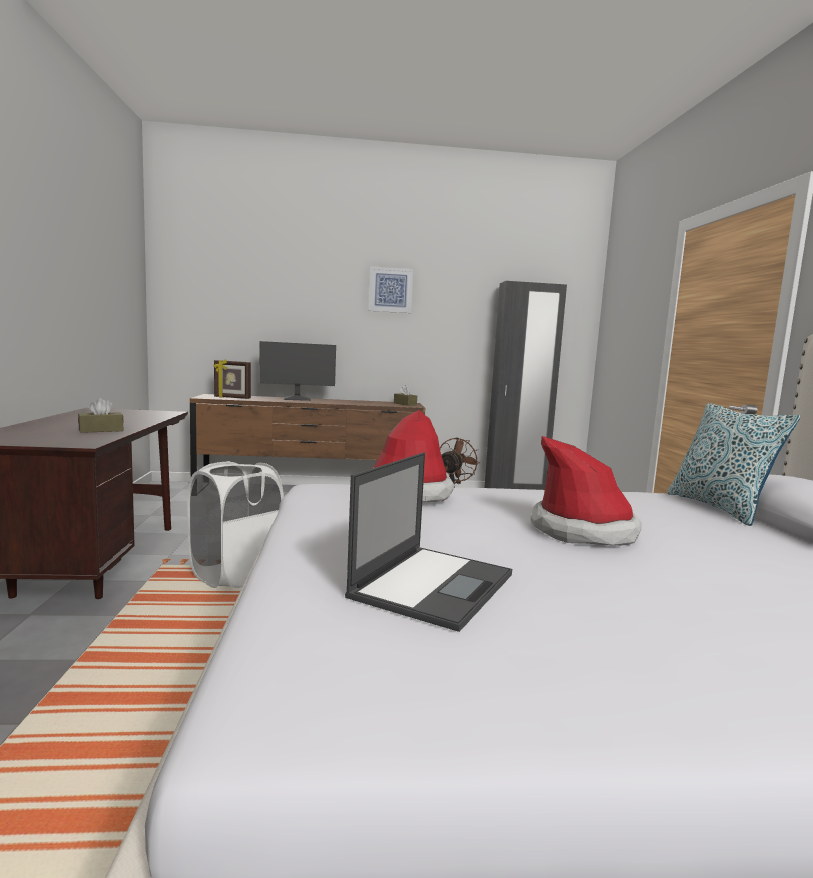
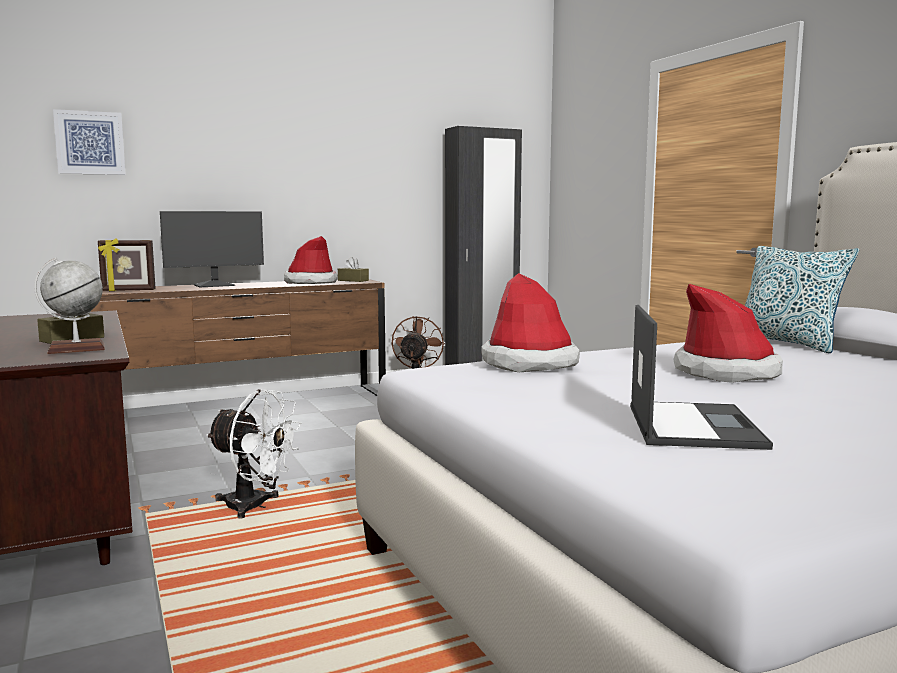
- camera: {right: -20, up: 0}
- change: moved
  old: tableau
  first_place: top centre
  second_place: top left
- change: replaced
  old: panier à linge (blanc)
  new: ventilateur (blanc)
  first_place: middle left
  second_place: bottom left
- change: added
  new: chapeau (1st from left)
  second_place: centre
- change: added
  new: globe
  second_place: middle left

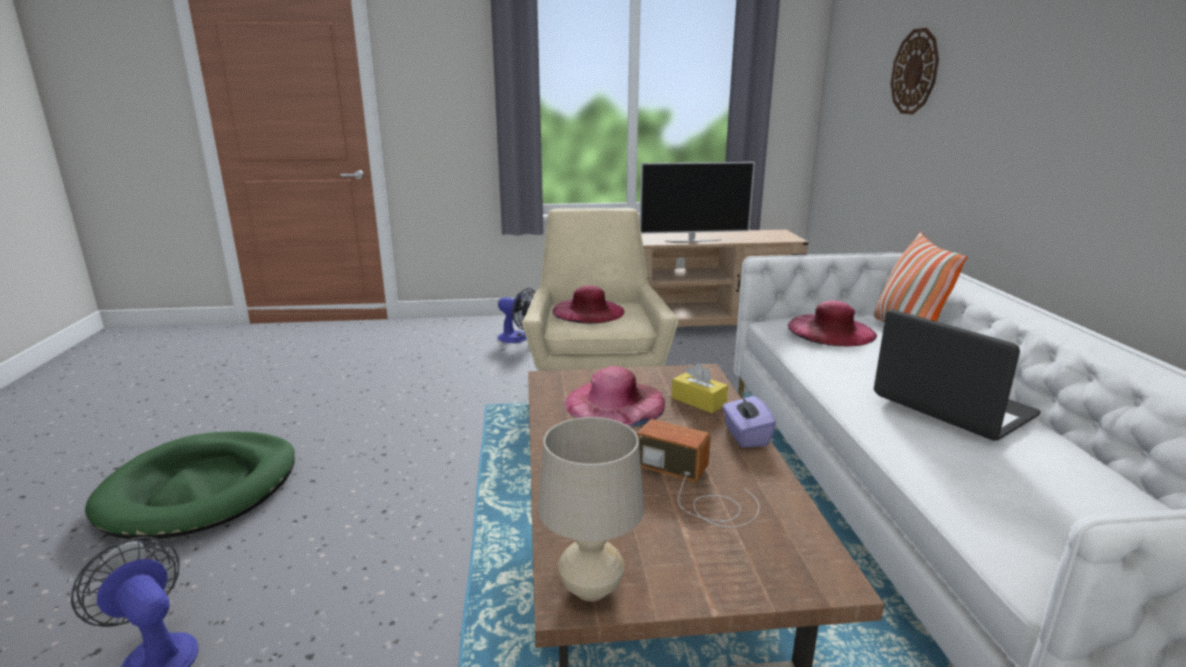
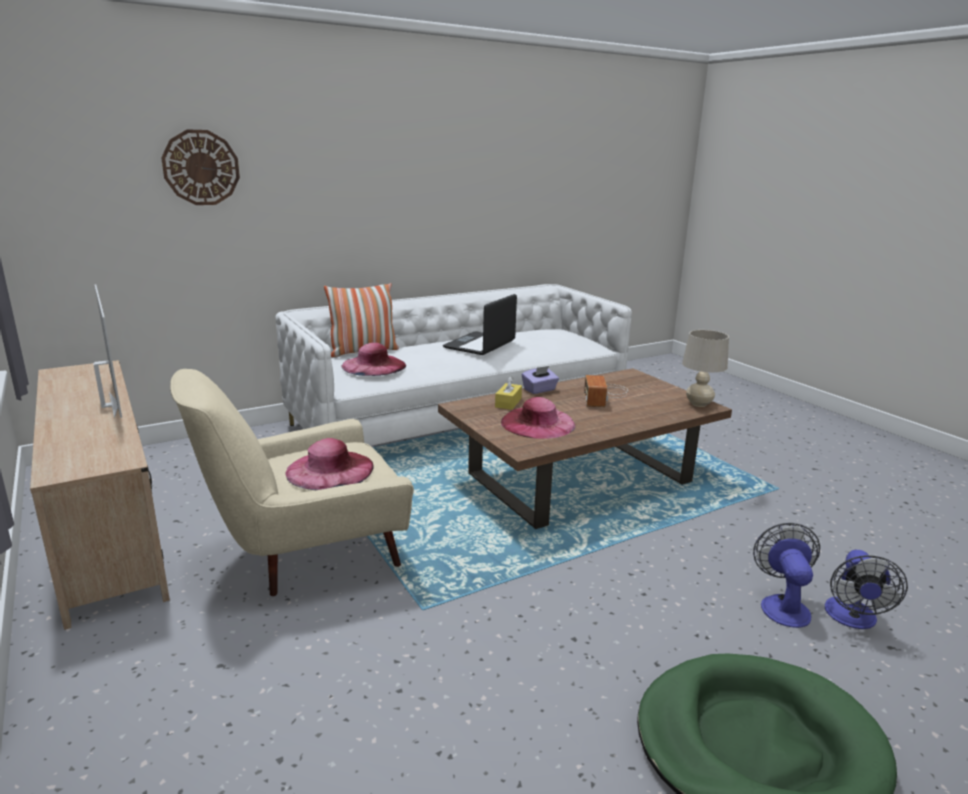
- camera: {right: -115, up: 0}
- change: moved
  old: ventilateur (2nd from left in the first image)
  new: ventilateur (1st from left)
  first_place: centre
  second_place: bottom right

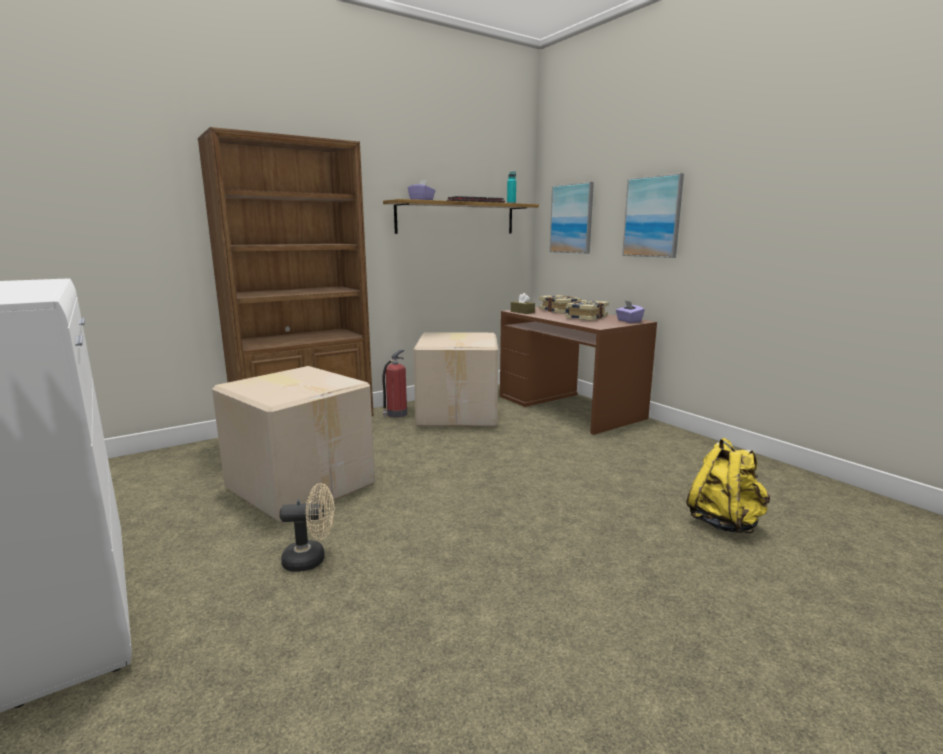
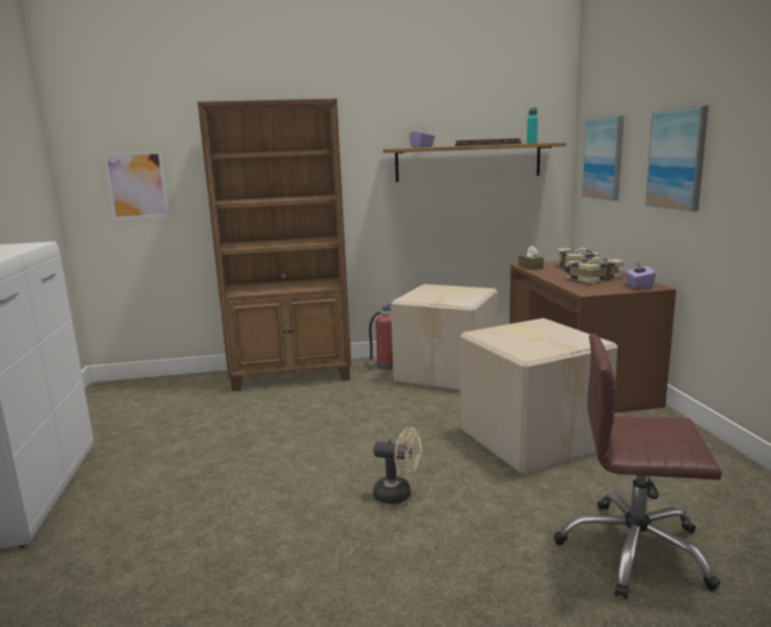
- camera: {right: 25, up: 0}
- change: moved
  old: carton (1st from left in the first image)
  new: carton (2nd from left)
  first_place: middle left
  second_place: middle right
- change: replaced
  old: sac à dos (jaune)
  new: chaise de bureau (marron)
  first_place: middle right
  second_place: bottom right
- change: moved
  old: ventilateur (beige)
  first_place: bottom left
  second_place: bottom centre
- change: added
  new: tableau (1st from left)
  second_place: top left

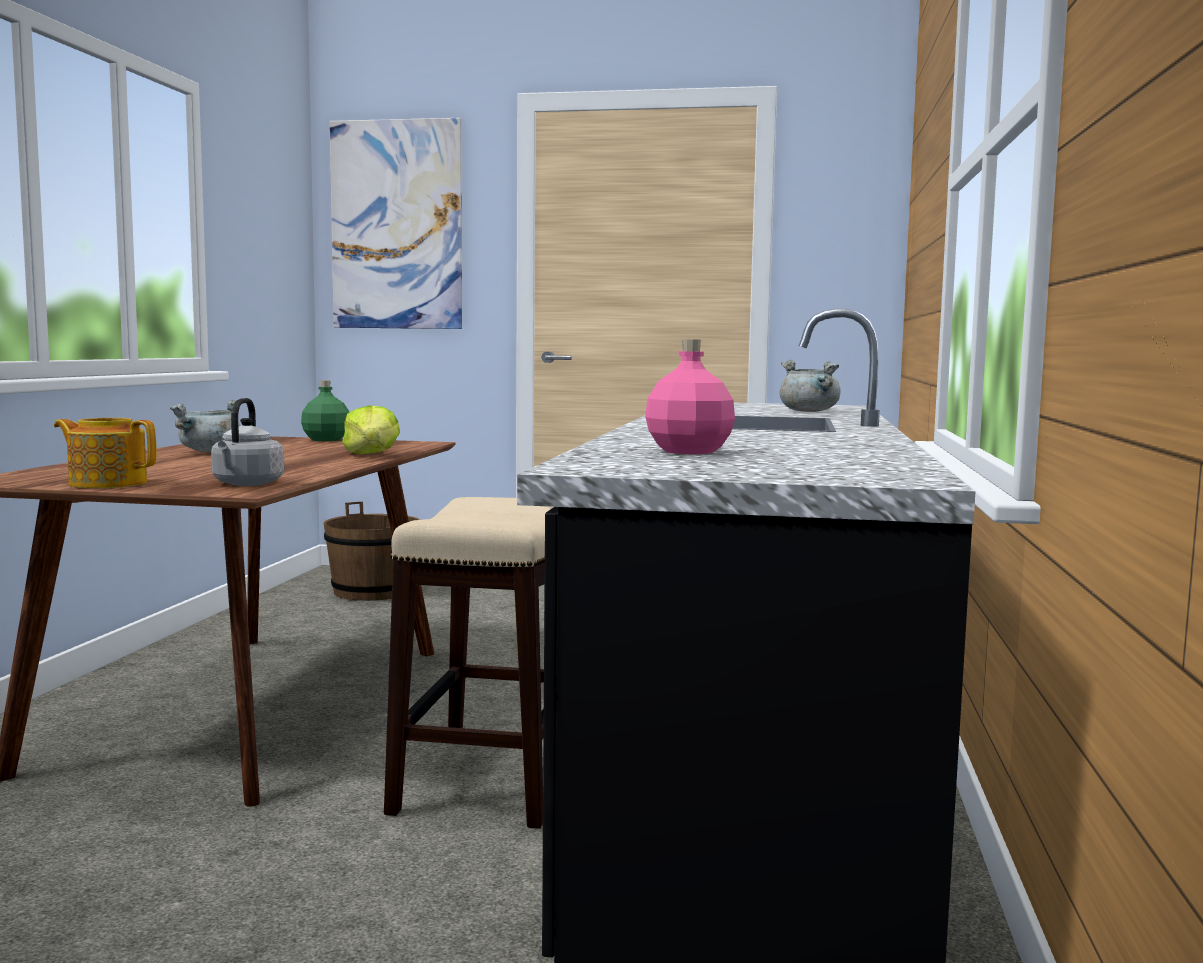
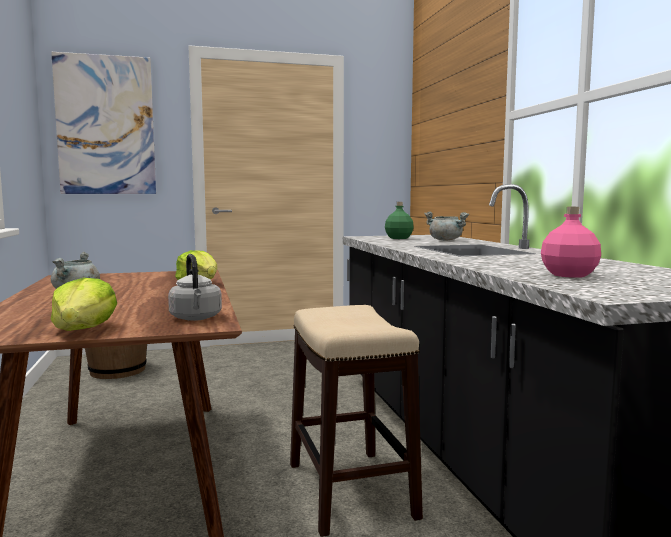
- camera: {right: -25, up: 0}
- change: moved
  old: bouteille (vert)
  first_place: middle left
  second_place: centre
- change: replaced
  old: théière
  new: laitue (1st from left)
  first_place: middle left
  second_place: middle left

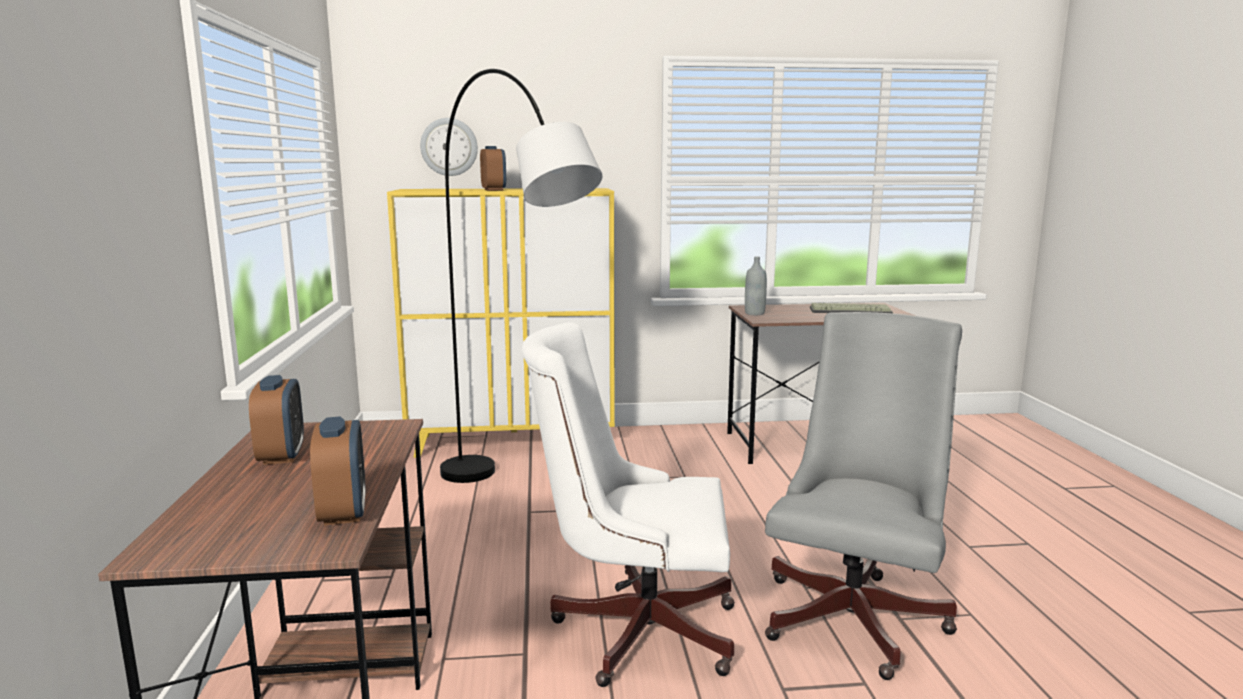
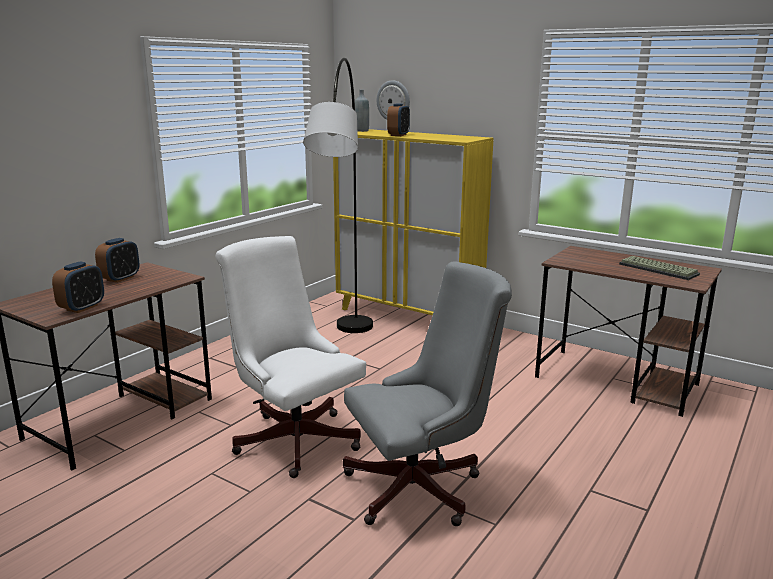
- camera: {right: 40, up: 5}
- change: moved
  old: bouteille (gris)
  first_place: centre
  second_place: top centre

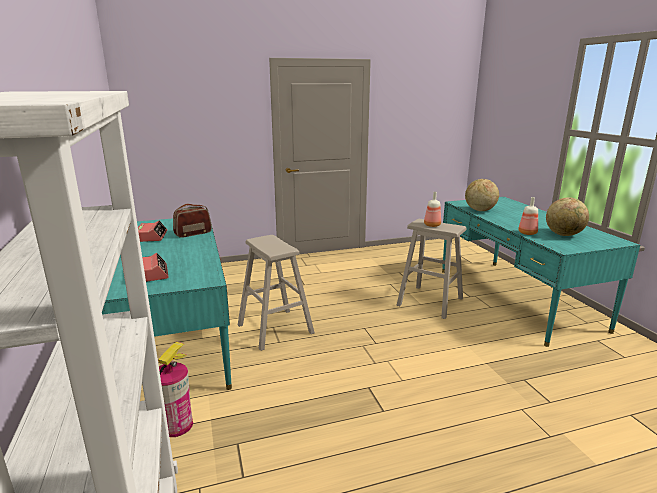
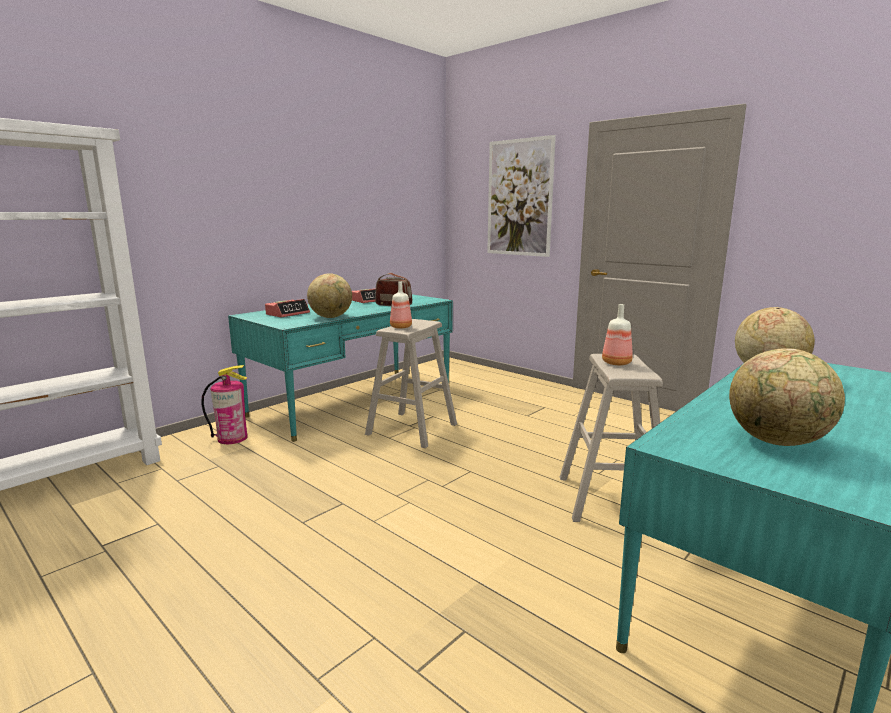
- camera: {right: 60, up: -5}
- change: moved
  old: bouteille (2nd from left in the first image)
  new: bouteille (1st from left)
  first_place: middle right
  second_place: centre
- change: added
  new: tableau
  second_place: top centre
- change: added
  new: globe (1st from left)
  second_place: centre

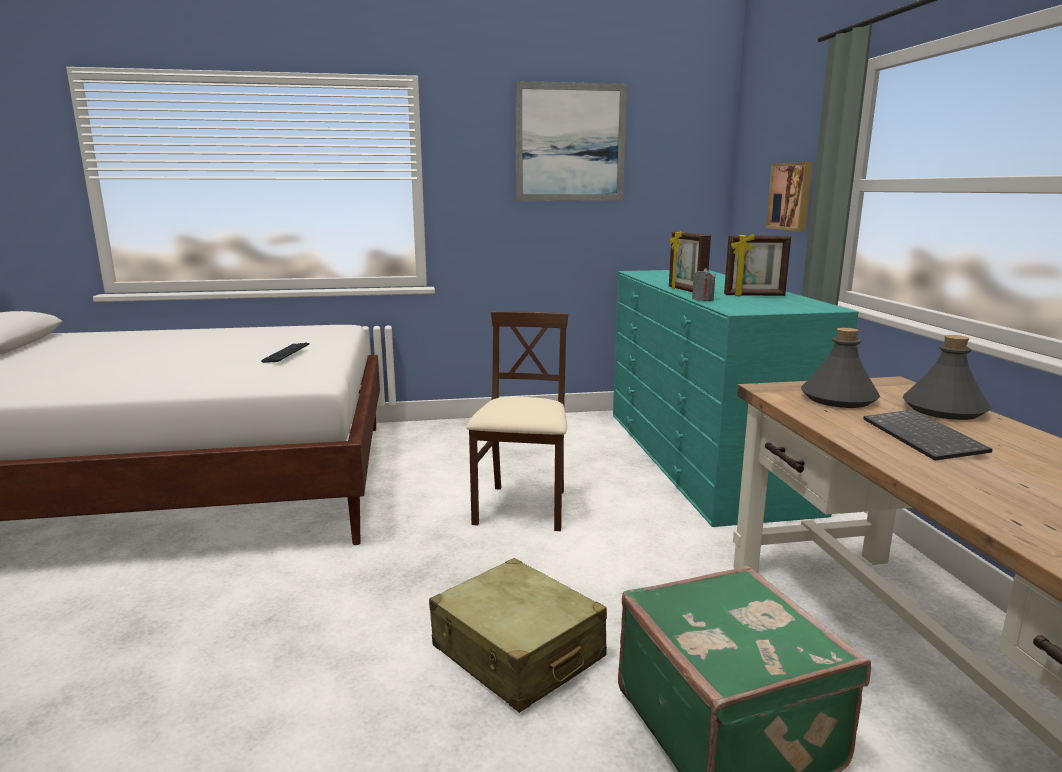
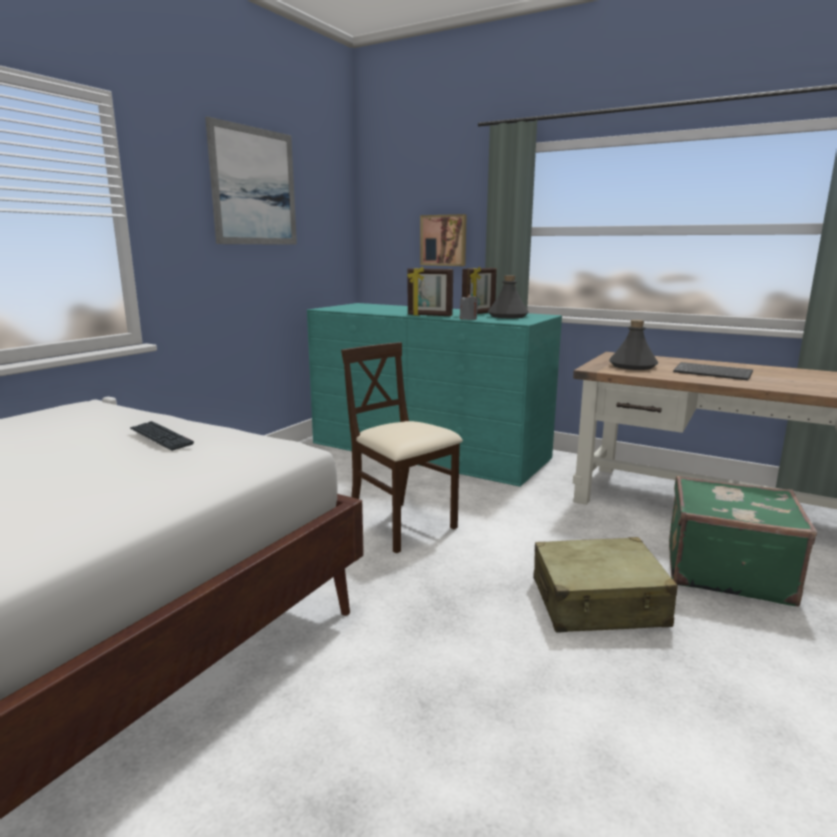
- camera: {right: -50, up: 0}
- change: moved
  old: bouteille (gris) (2nd from left in the first image)
  new: bouteille (gris) (1st from left)
  first_place: middle right
  second_place: centre

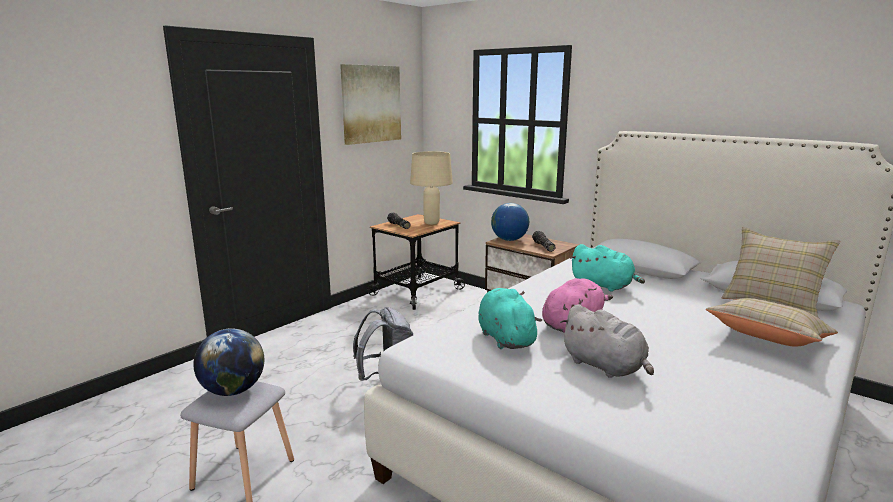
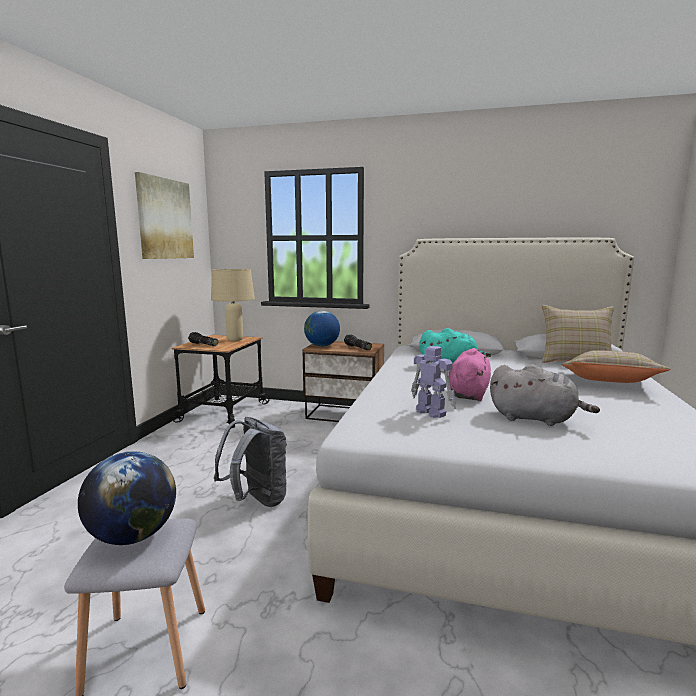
- camera: {right: -25, up: -5}
- change: replaced
  old: peluche (turquoise) (1st from left)
  new: robot jouet
  first_place: centre
  second_place: centre

